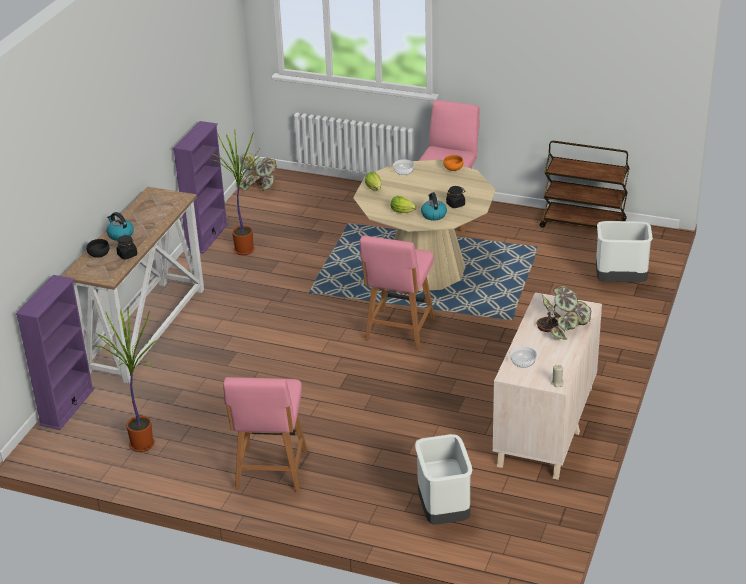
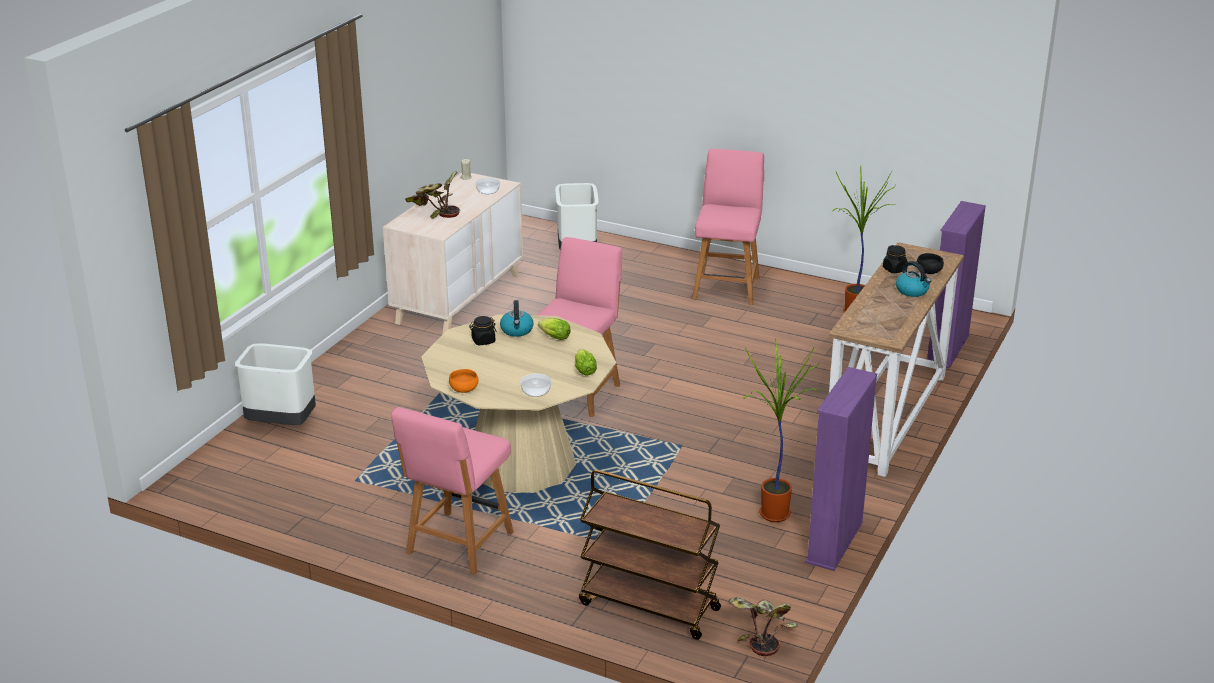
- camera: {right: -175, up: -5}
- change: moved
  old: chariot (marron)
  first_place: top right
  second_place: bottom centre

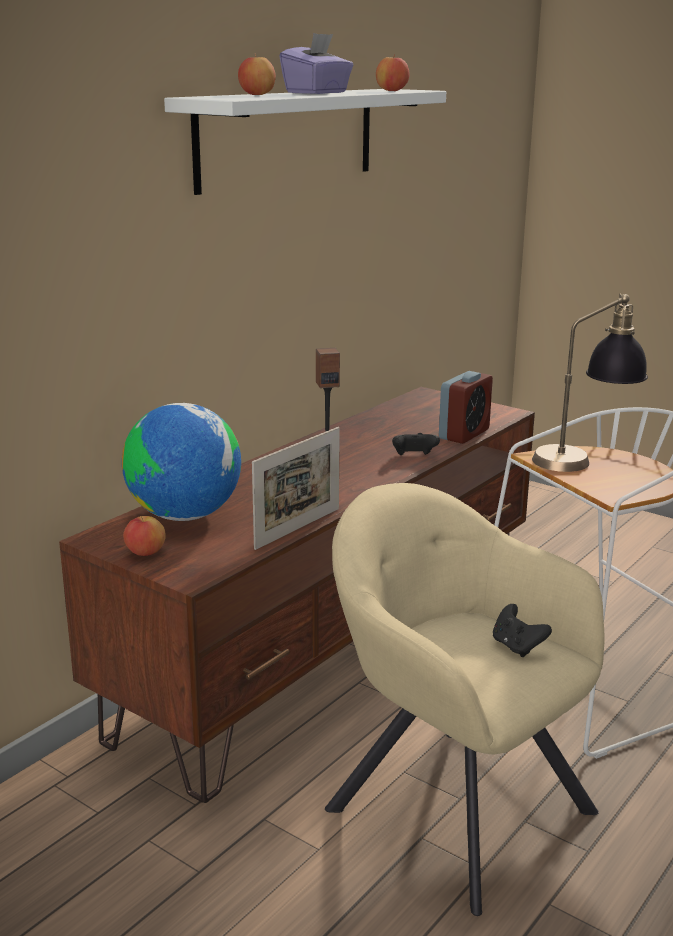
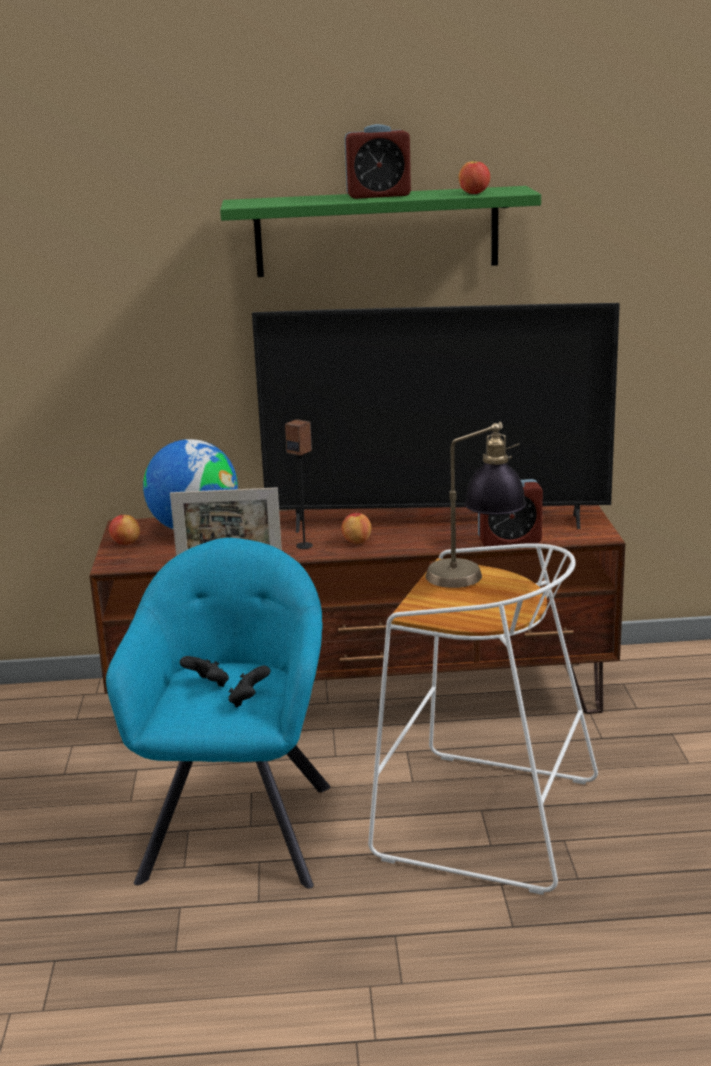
- camera: {right: 50, up: 0}
- change: replaced
  old: boîte à mouchoirs (violet)
  new: réveil (1st from left)
  first_place: top centre
  second_place: top centre
- change: moved
  old: pomme (2nd from left)
  first_place: top centre
  second_place: centre
- change: recoloured
  old: étagère (blanc)
  new: étagère (vert)
  first_place: top centre
  second_place: top centre
- change: moved
  old: manette (noir) (1st from left)
  first_place: centre
  second_place: middle left
- change: recoloured
  old: fauteuil (beige)
  new: fauteuil (turquoise)
  first_place: bottom right
  second_place: bottom left
- change: added
  new: téléviseur
  second_place: centre

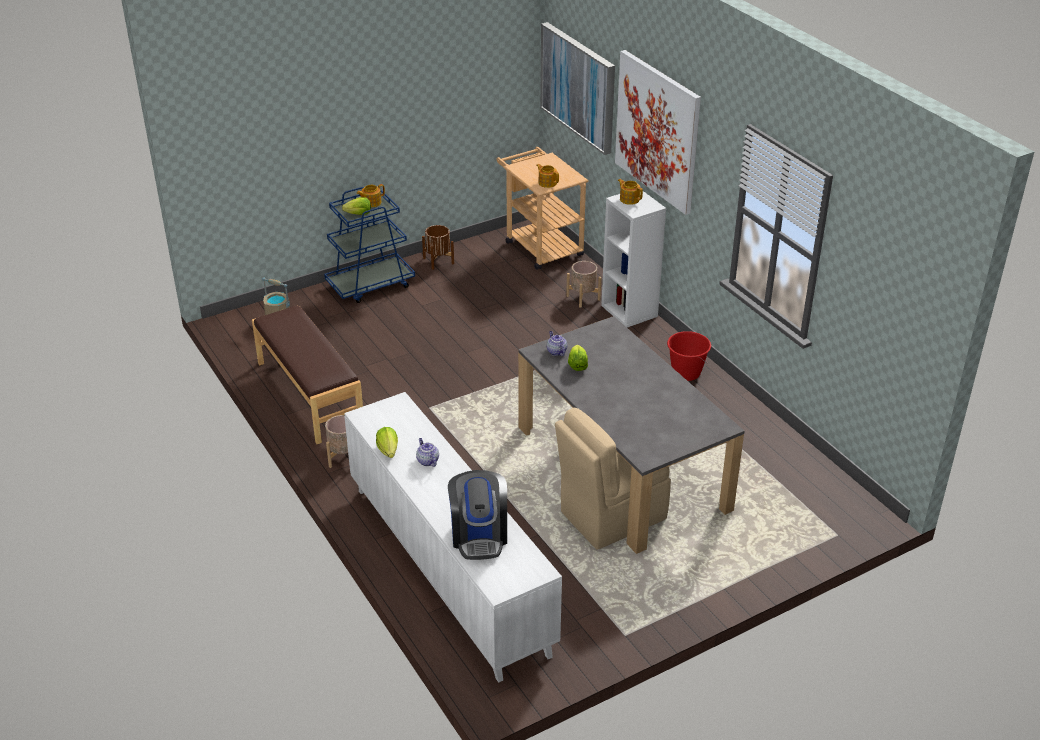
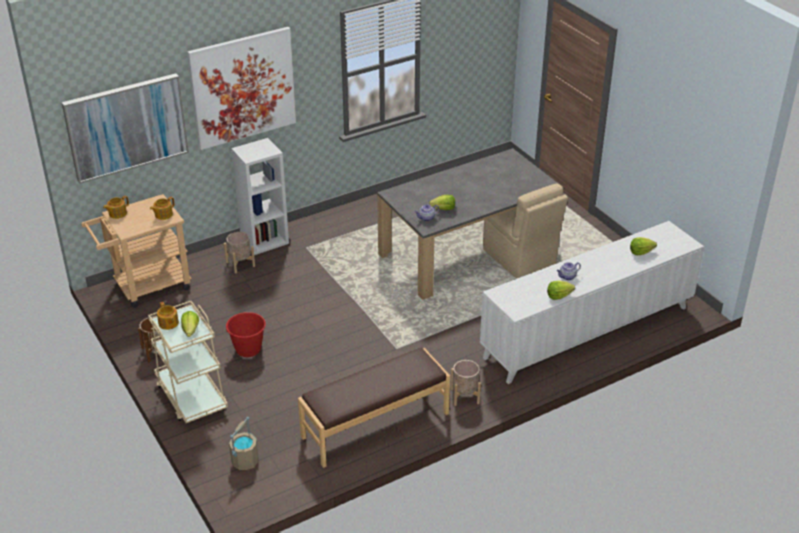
- camera: {right: -90, up: 0}
- change: moved
  old: théière (5th from left in the first image)
  new: théière (1st from left)
  first_place: top centre
  second_place: middle left
- change: recoloured
  old: chariot (bleu)
  new: chariot (beige) (2nd from left)
  first_place: top centre
  second_place: bottom left
- change: moved
  old: seau (rouge)
  first_place: centre
  second_place: middle left
- change: replaced
  old: machine à café
  new: laitue (4th from left)
  first_place: bottom centre
  second_place: middle right

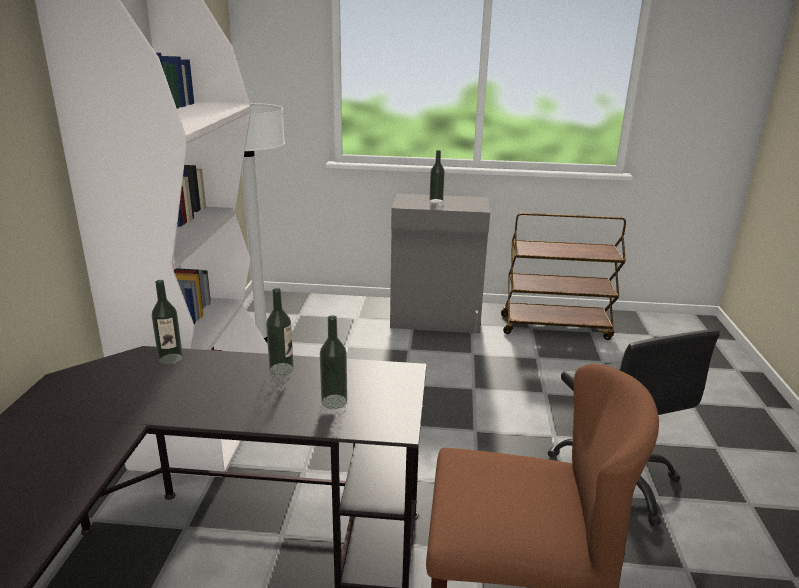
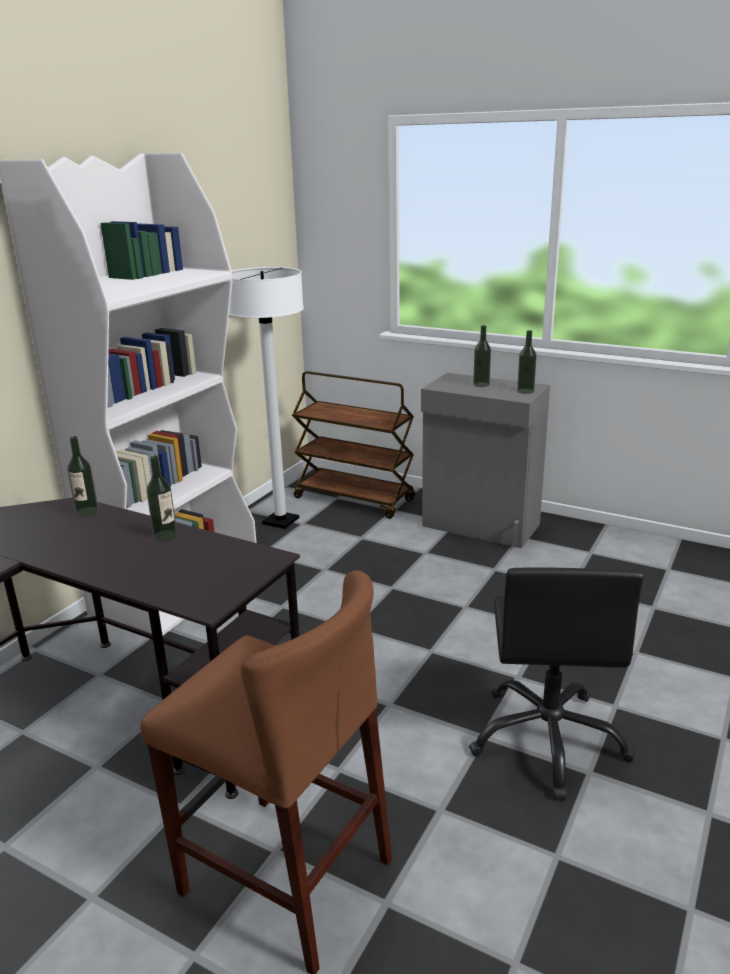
- camera: {right: 25, up: 0}
- change: moved
  old: chariot (marron)
  first_place: middle right
  second_place: centre
- change: moved
  old: bouteille (3rd from left in the first image)
  new: bouteille (4th from left)
  first_place: centre
  second_place: middle right

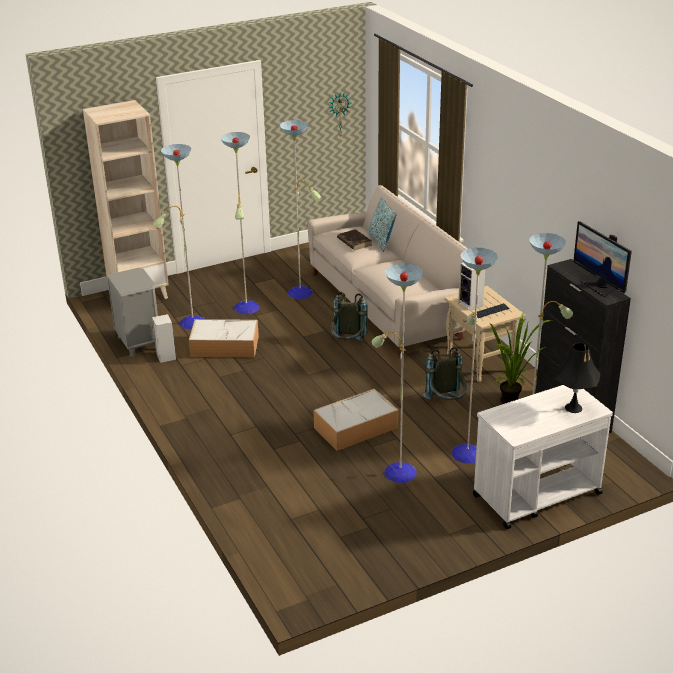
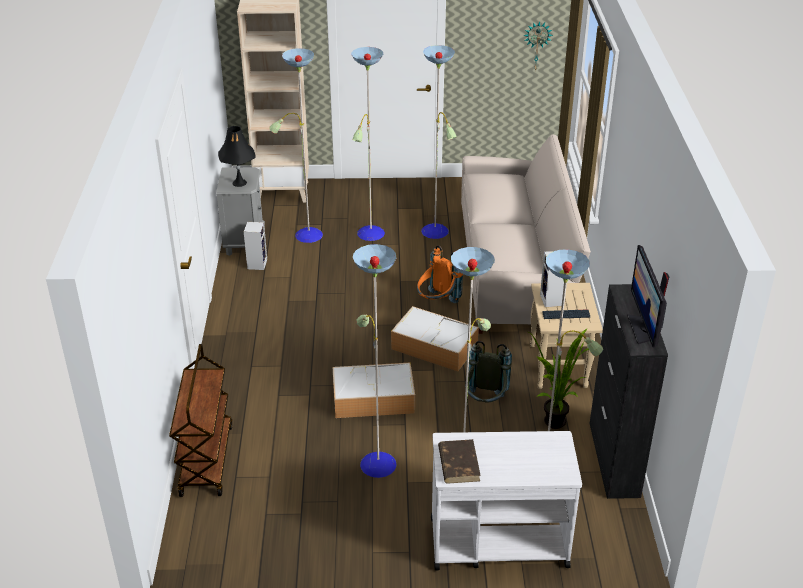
- camera: {right: 25, up: 5}
- change: removed
  old: coussin
  first_place: top centre
- change: moved
  old: livre (marron)
  first_place: centre
  second_place: bottom centre
- change: recoloured
  old: sac à dos (gris) (1st from left)
  new: sac à dos (orange)
  first_place: centre
  second_place: centre
- change: moved
  old: boîte de rangement (1st from left in the first image)
  new: boîte de rangement (2nd from left)
  first_place: middle left
  second_place: centre
- change: moved
  old: lampe de table (noir)
  first_place: middle right
  second_place: top left
- change: added
  new: chariot (marron)
  second_place: bottom left

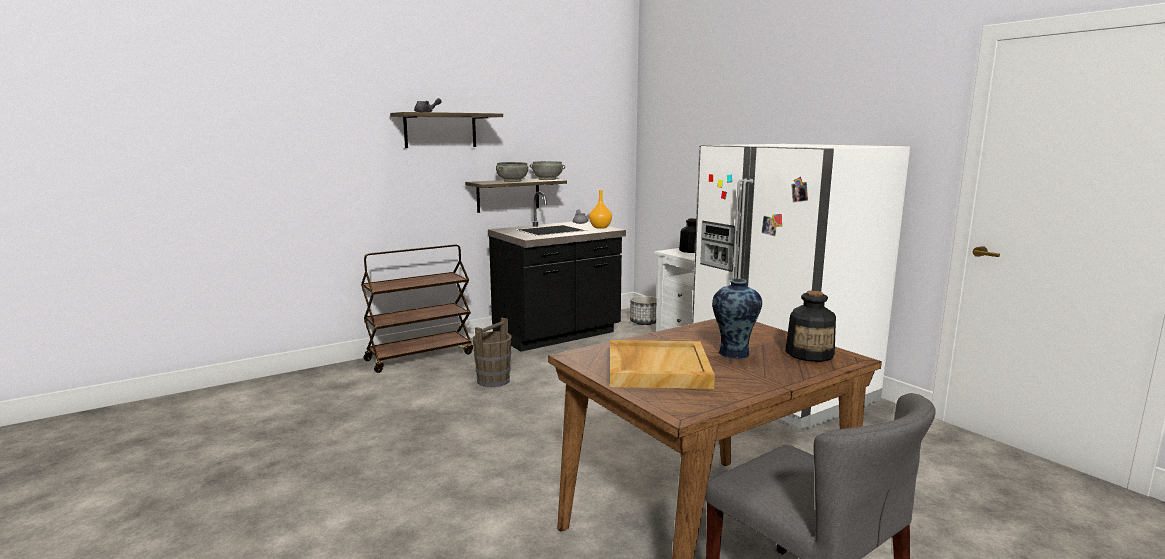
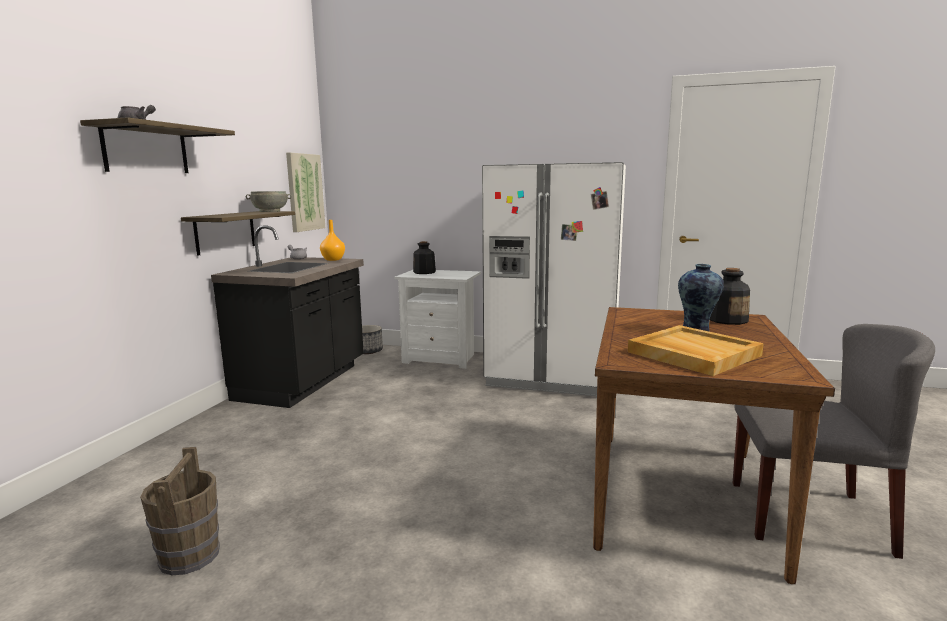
- camera: {right: -40, up: 0}
- change: removed
  old: bol (gris) (1st from left)
  first_place: top centre
- change: removed
  old: chariot (marron)
  first_place: centre
- change: moved
  old: seau (marron)
  first_place: centre
  second_place: bottom left
- change: added
  new: tableau
  second_place: top left

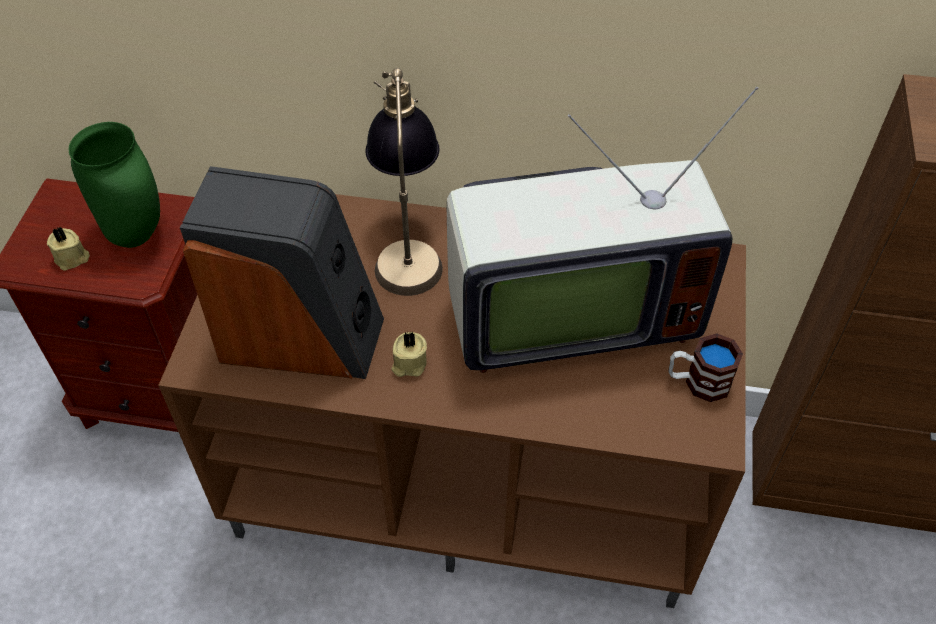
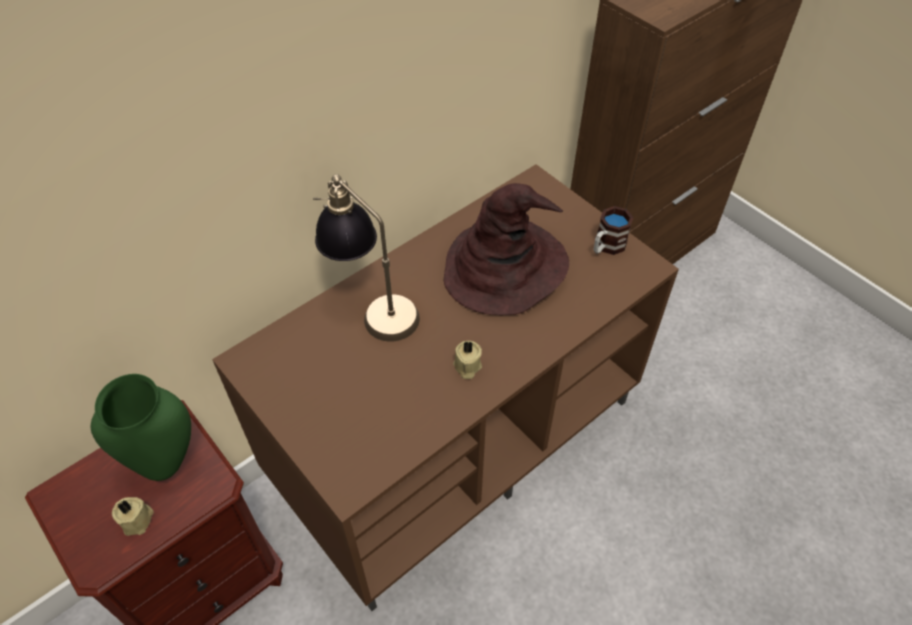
- camera: {right: -50, up: 0}
- change: replaced
  old: téléviseur
  new: chapeau (marron)
  first_place: centre
  second_place: centre
- change: removed
  old: enceinte
  first_place: middle left

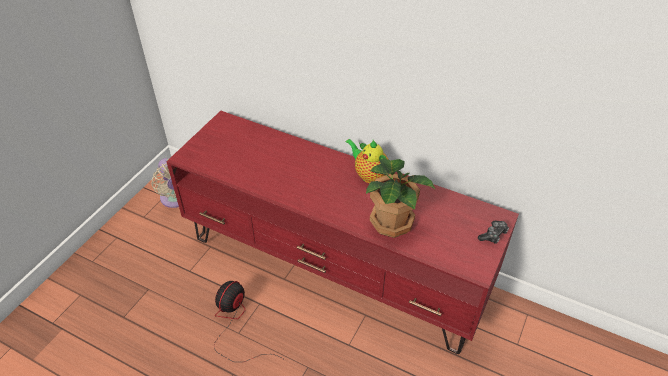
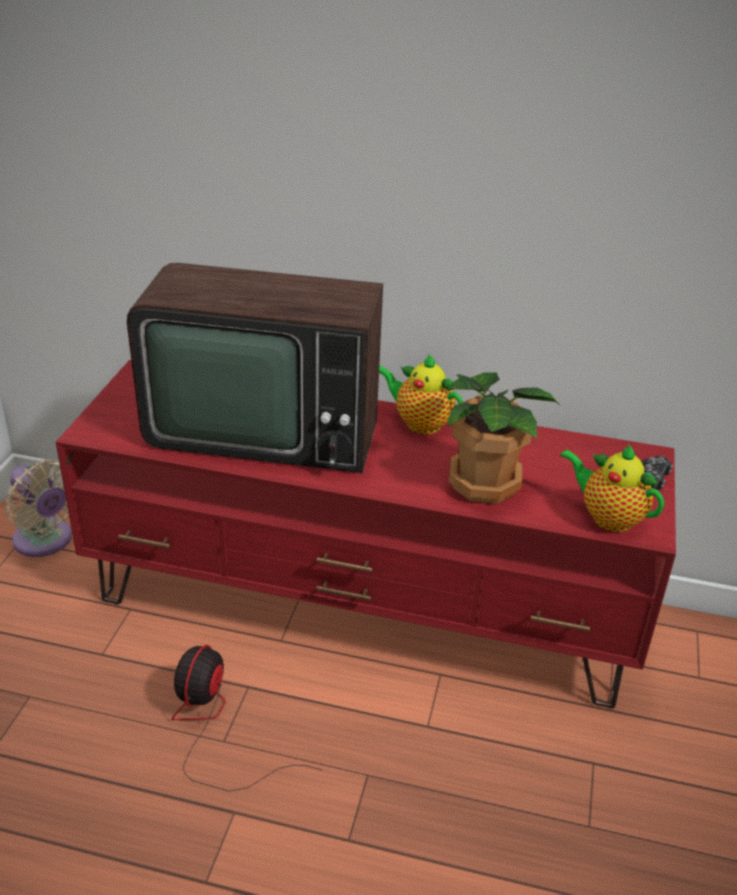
- camera: {right: -15, up: -10}
- change: added
  new: téléviseur
  second_place: centre
- change: added
  new: théière (2nd from left)
  second_place: middle right

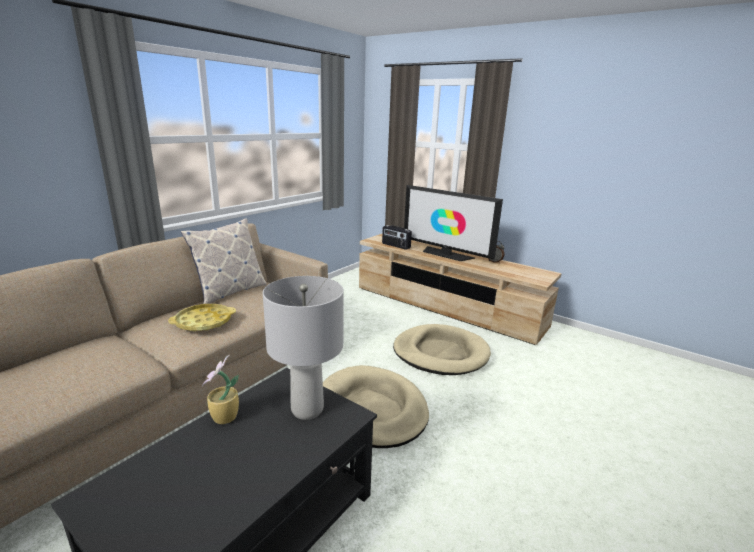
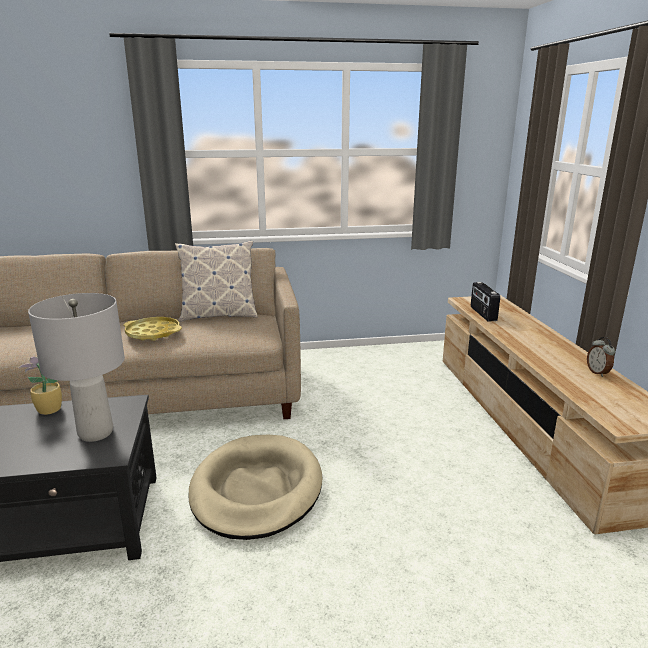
- camera: {right: 45, up: 0}
- change: removed
  old: téléviseur
  first_place: centre
- change: removed
  old: panier pour chien (beige) (2nd from left)
  first_place: centre

